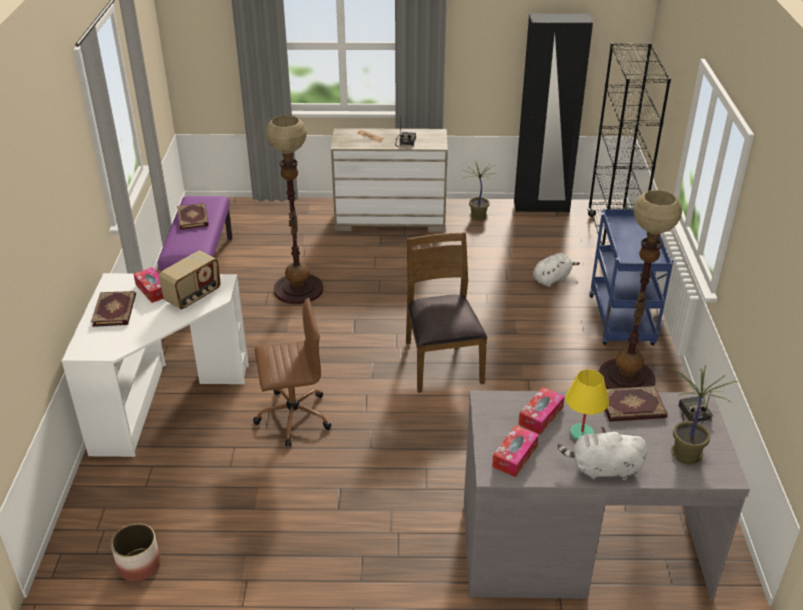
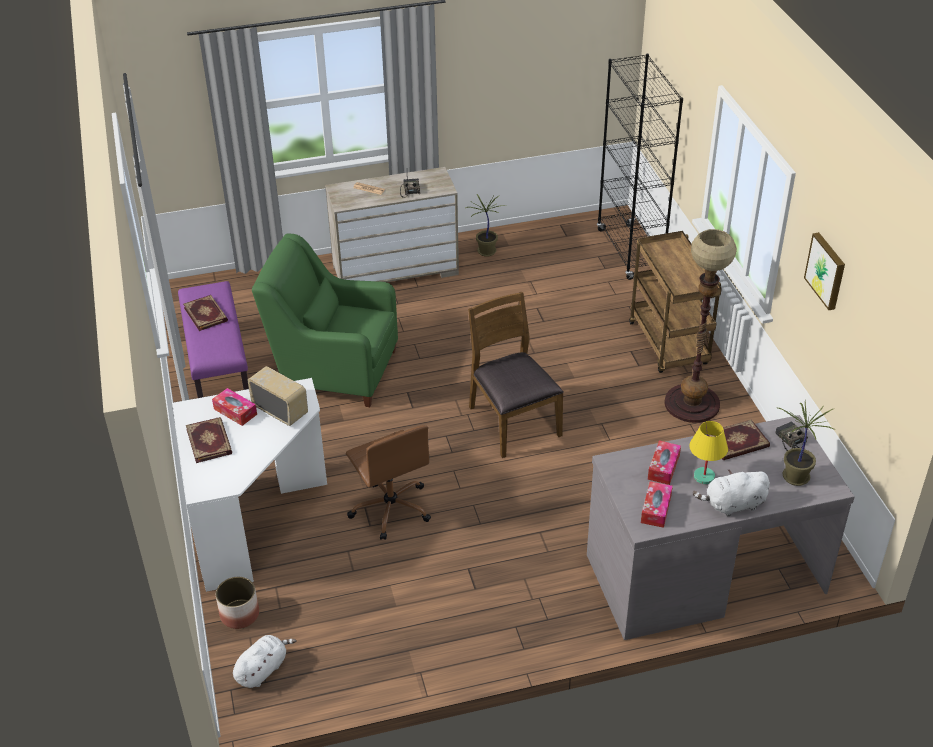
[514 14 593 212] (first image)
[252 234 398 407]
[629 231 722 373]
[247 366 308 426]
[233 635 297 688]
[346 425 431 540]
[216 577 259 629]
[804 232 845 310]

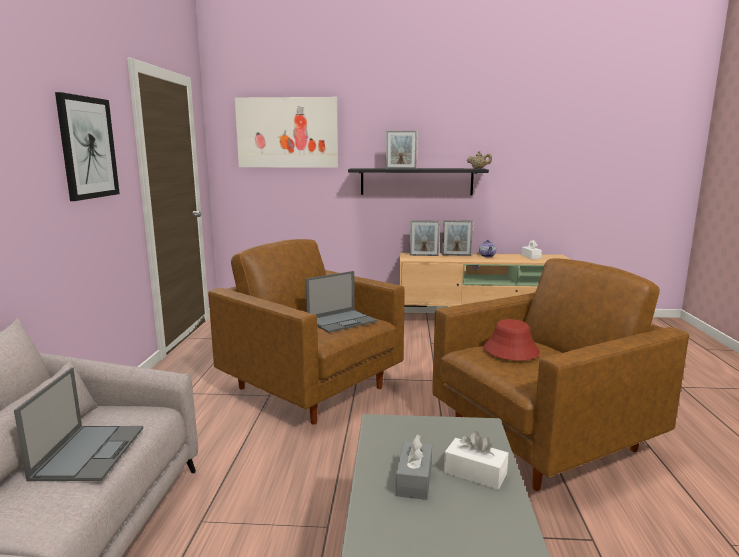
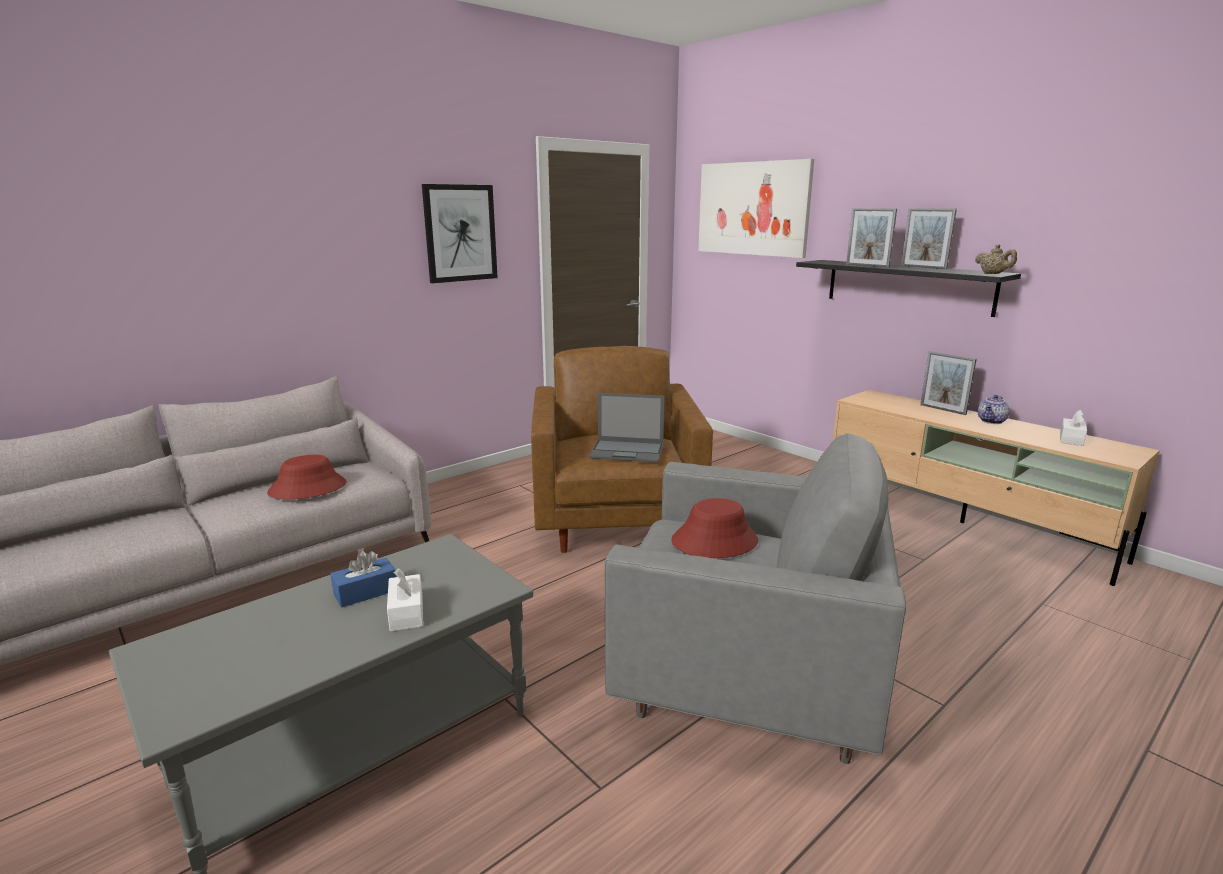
[901 208 957 270]
[605 433 906 764]
[267 455 347 499]
[331 551 396 608]

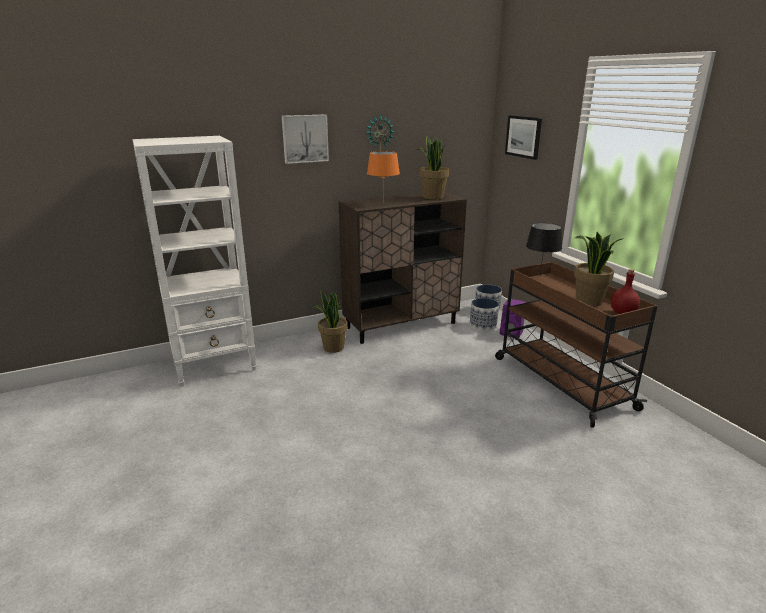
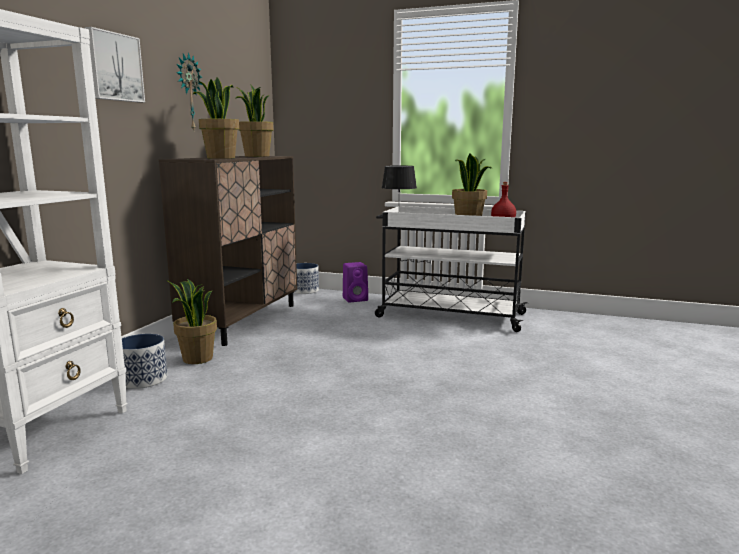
[505 115 542 160] (first image)
[193 77 239 159]
[375 206 528 332]
[122 334 167 389]

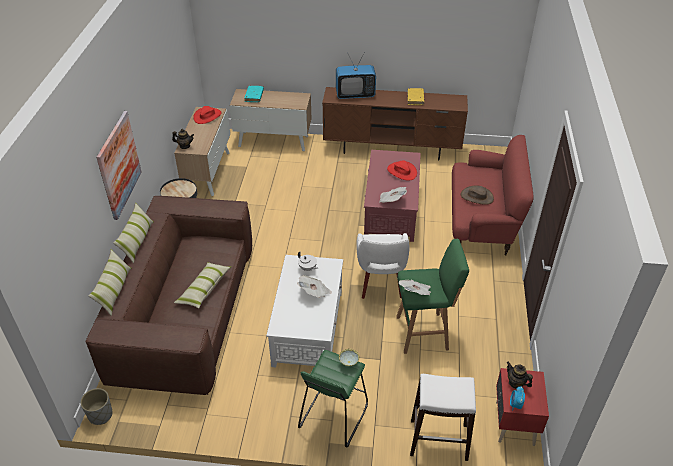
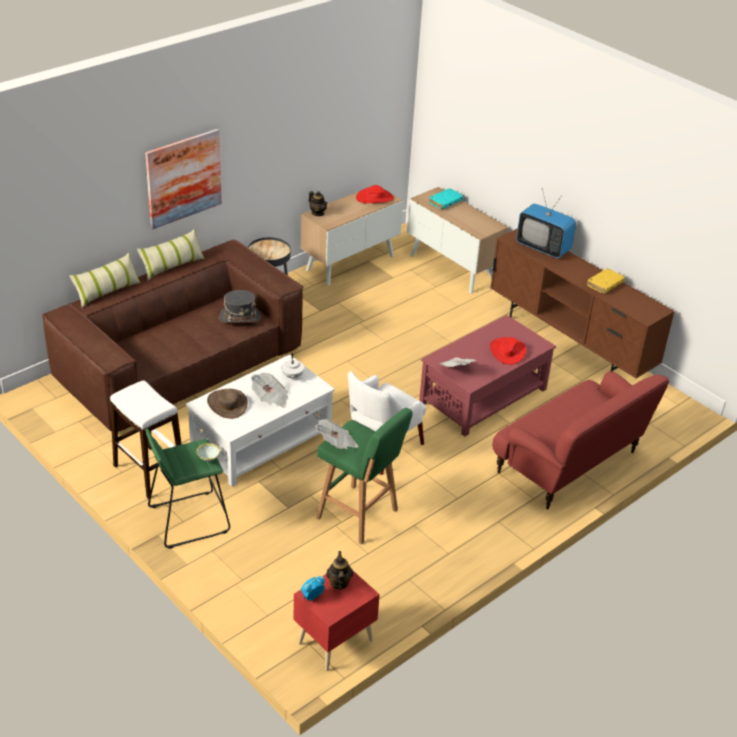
[207 389 248 419]
[174 262 231 308] (first image)
[110 380 182 499]
[80 388 113 425] (first image)
[219 290 261 323]

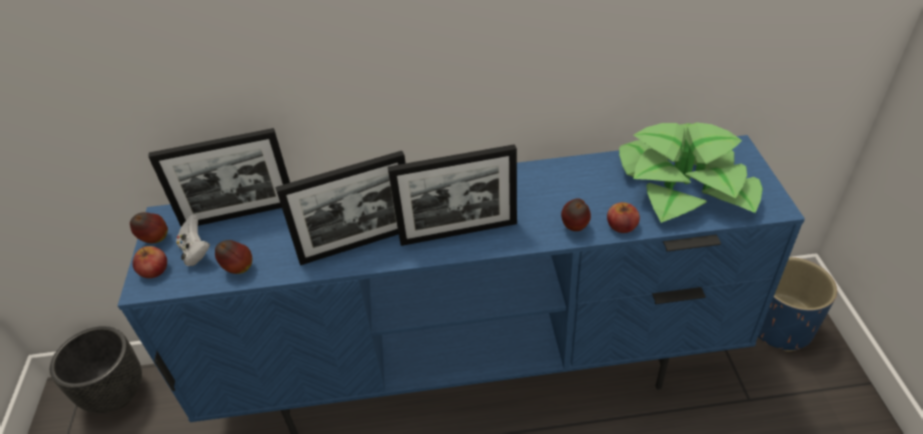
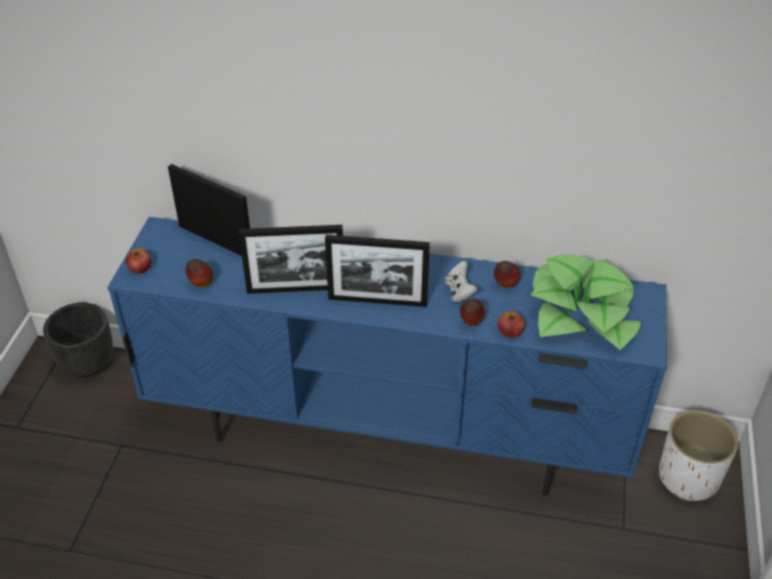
[168 164 250 256]
[494 261 520 288]
[445 261 477 302]
[659 410 738 501]

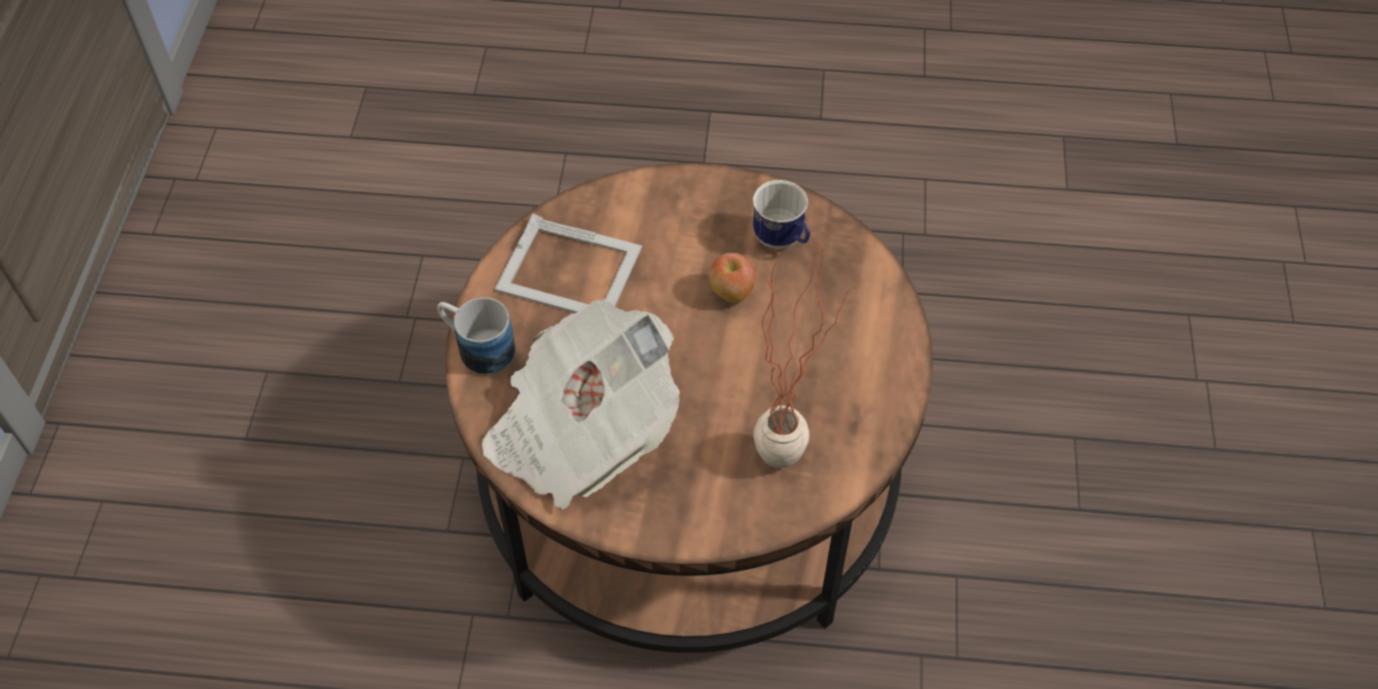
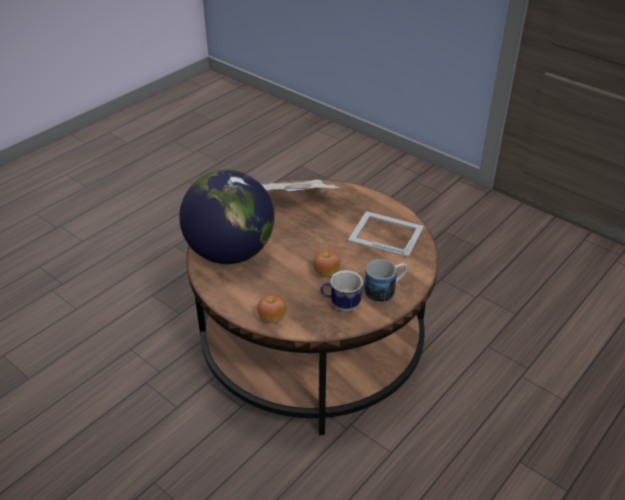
[348 211 424 257]
[179 170 274 264]
[364 259 407 302]
[257 294 286 324]

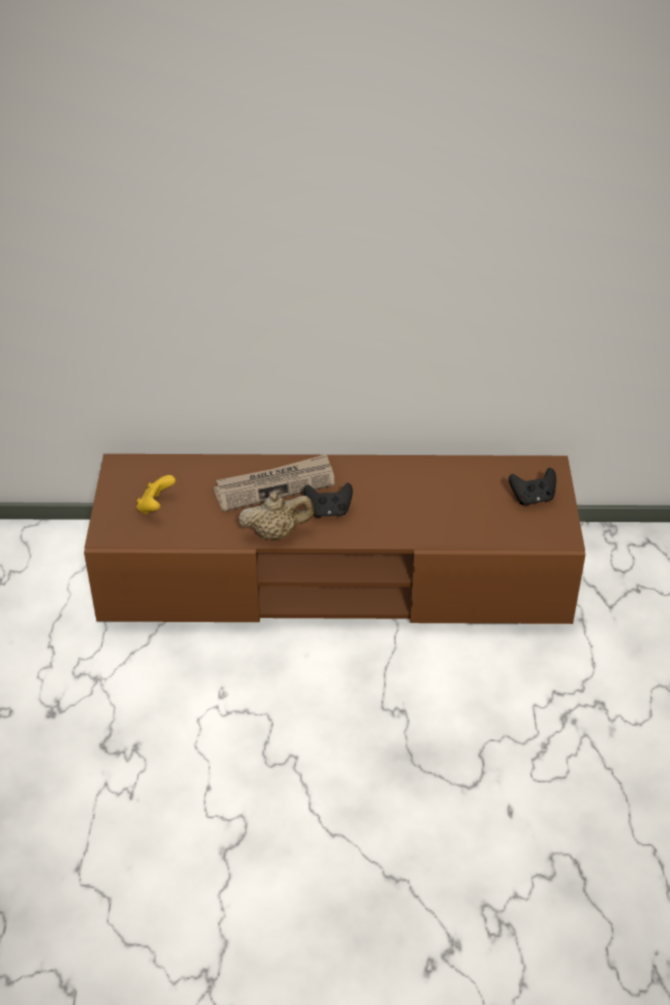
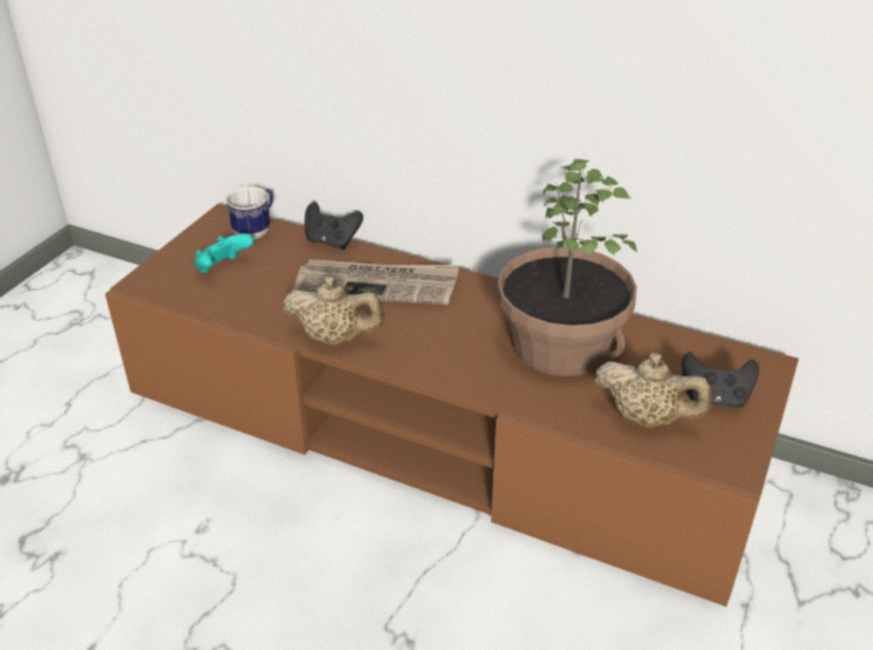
[194 233 254 273]
[305 202 363 250]
[497 159 638 377]
[226 187 273 240]
[595 353 712 428]

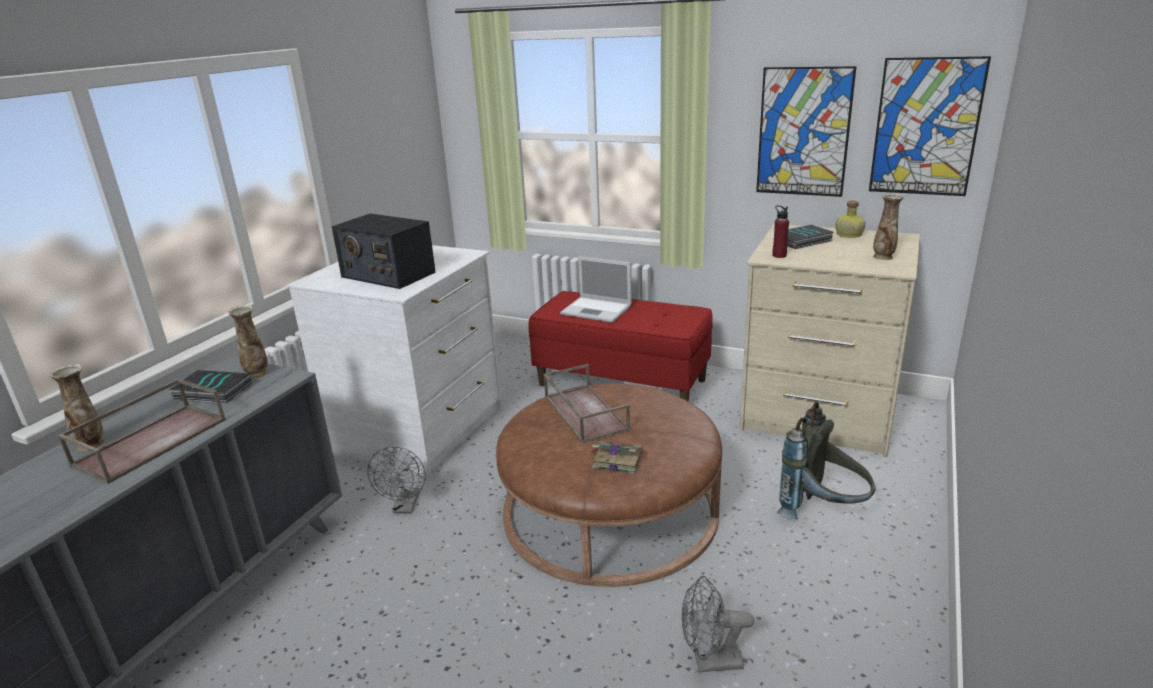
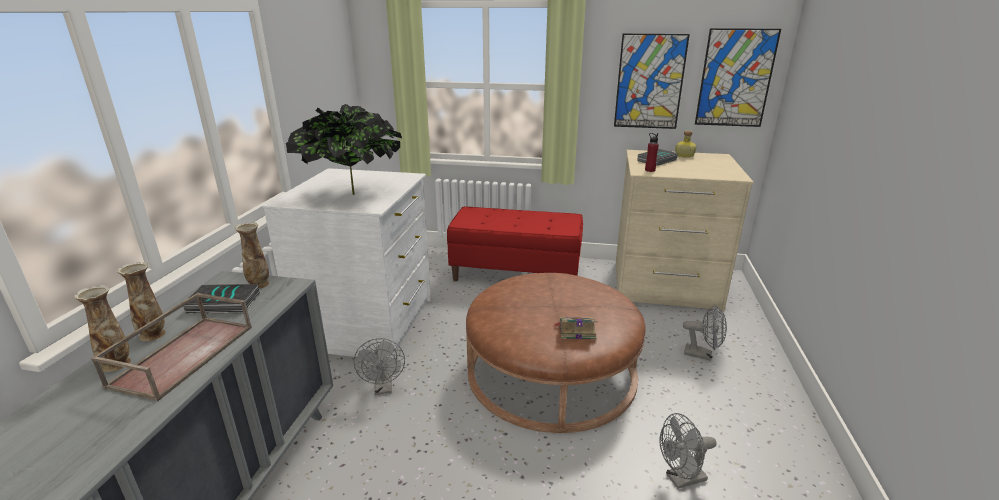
[117 262 166 341]
[286 104 402 195]
[560 256 632 323] (first image)
[544 364 630 443] (first image)
[683 305 727 361]

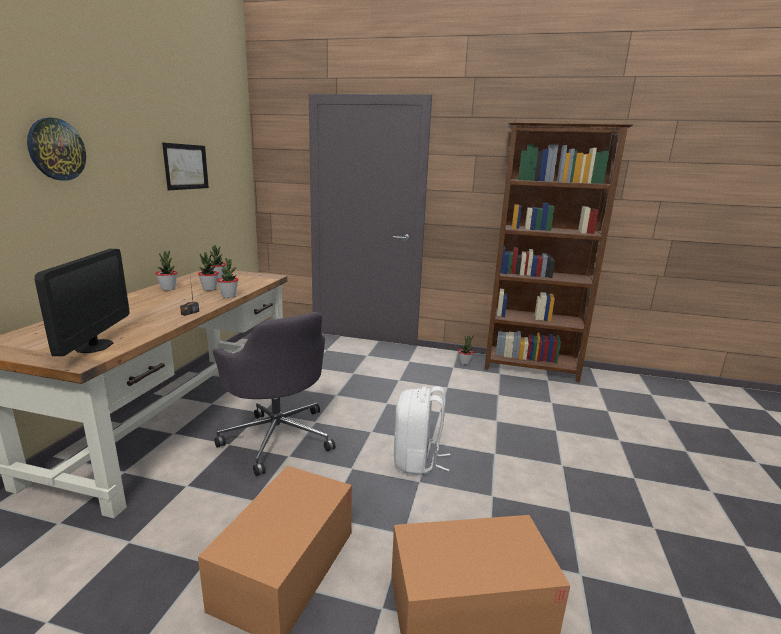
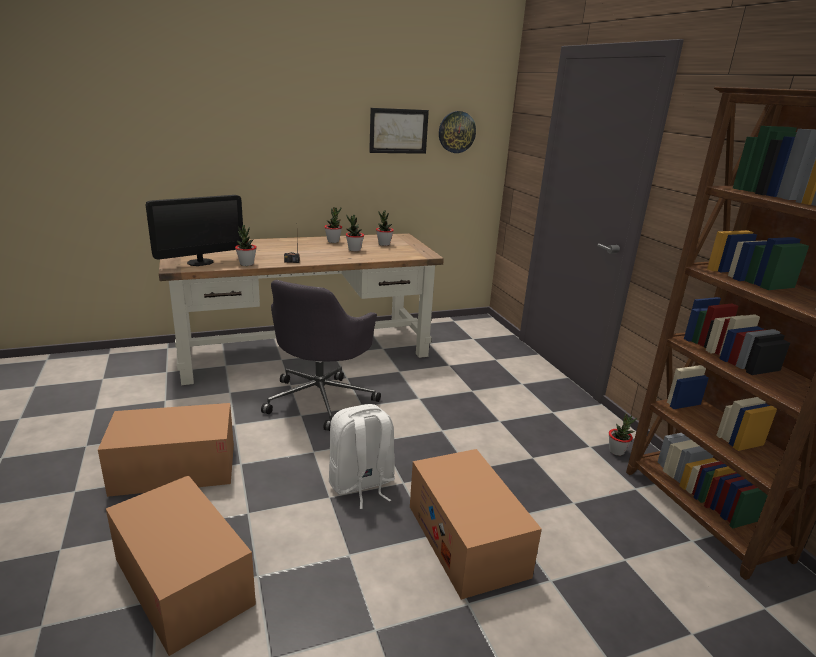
[439 111 476 153]
[235 225 257 266]
[410 449 542 600]

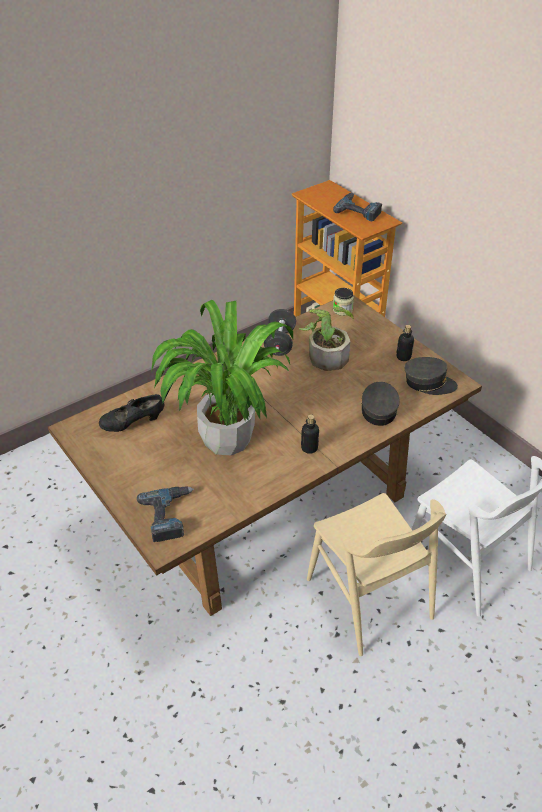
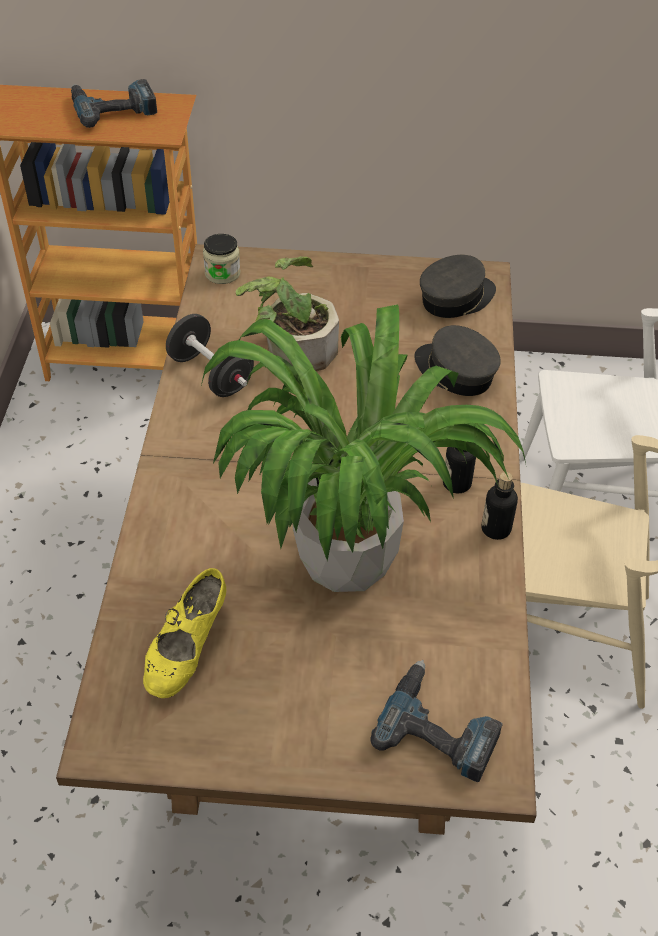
[481 472 518 540]
[143 568 226 698]

